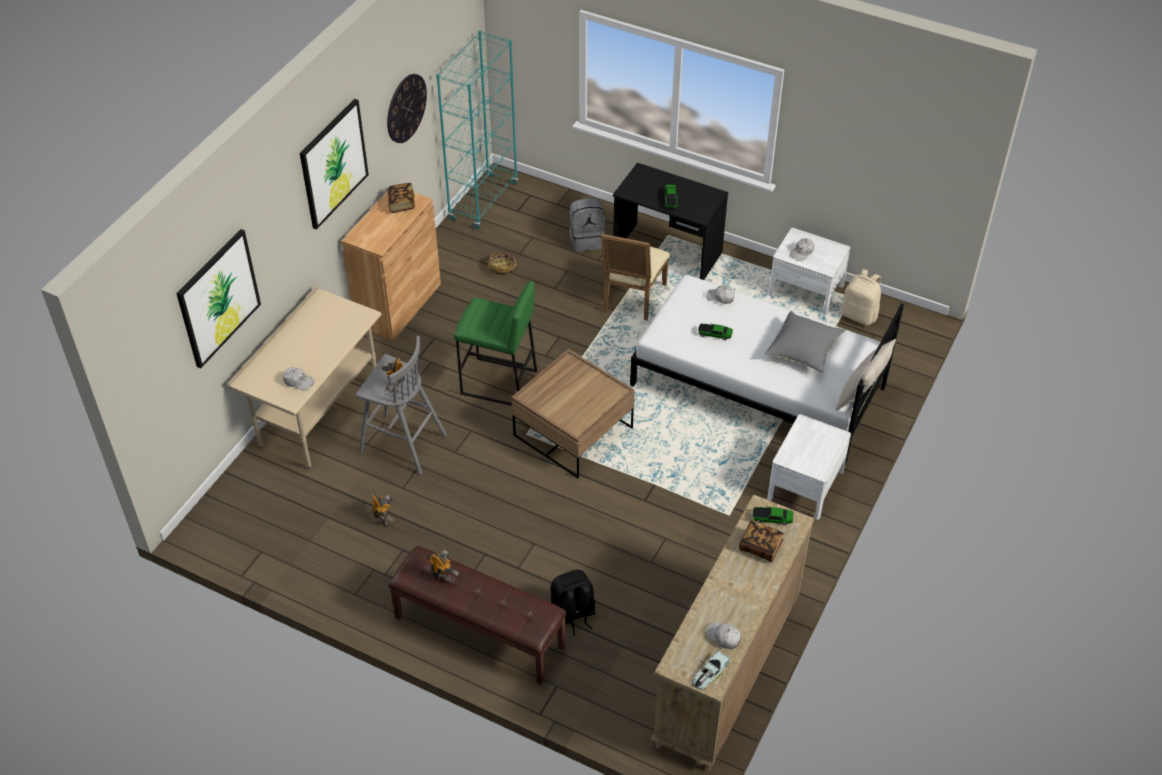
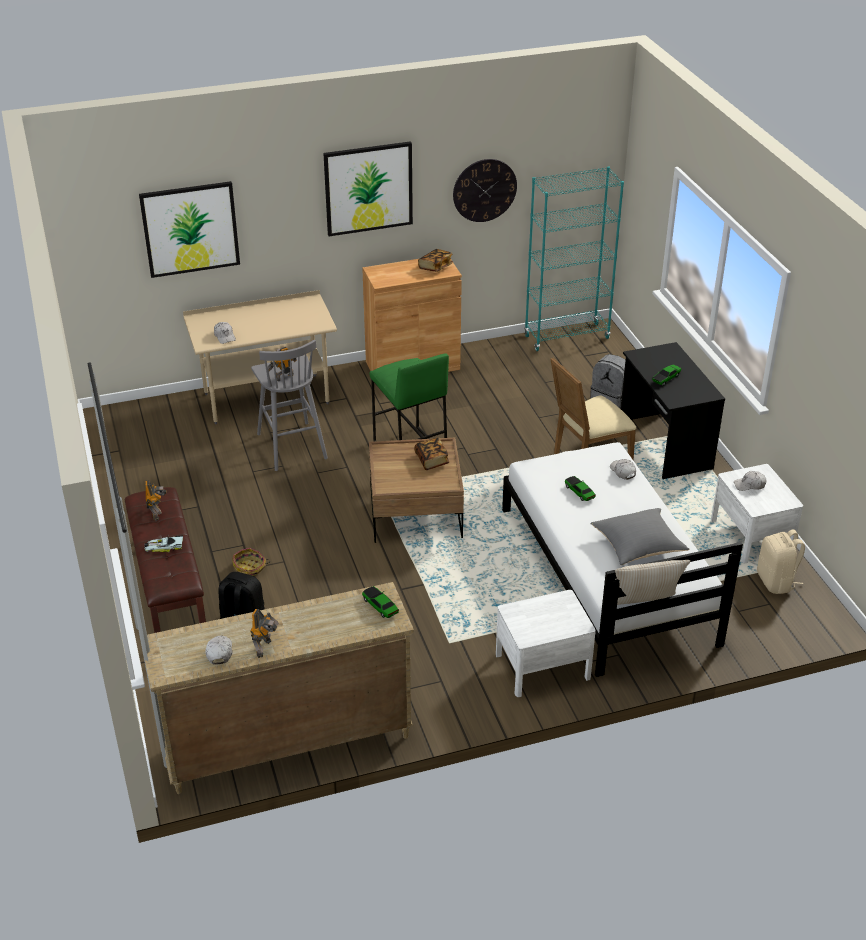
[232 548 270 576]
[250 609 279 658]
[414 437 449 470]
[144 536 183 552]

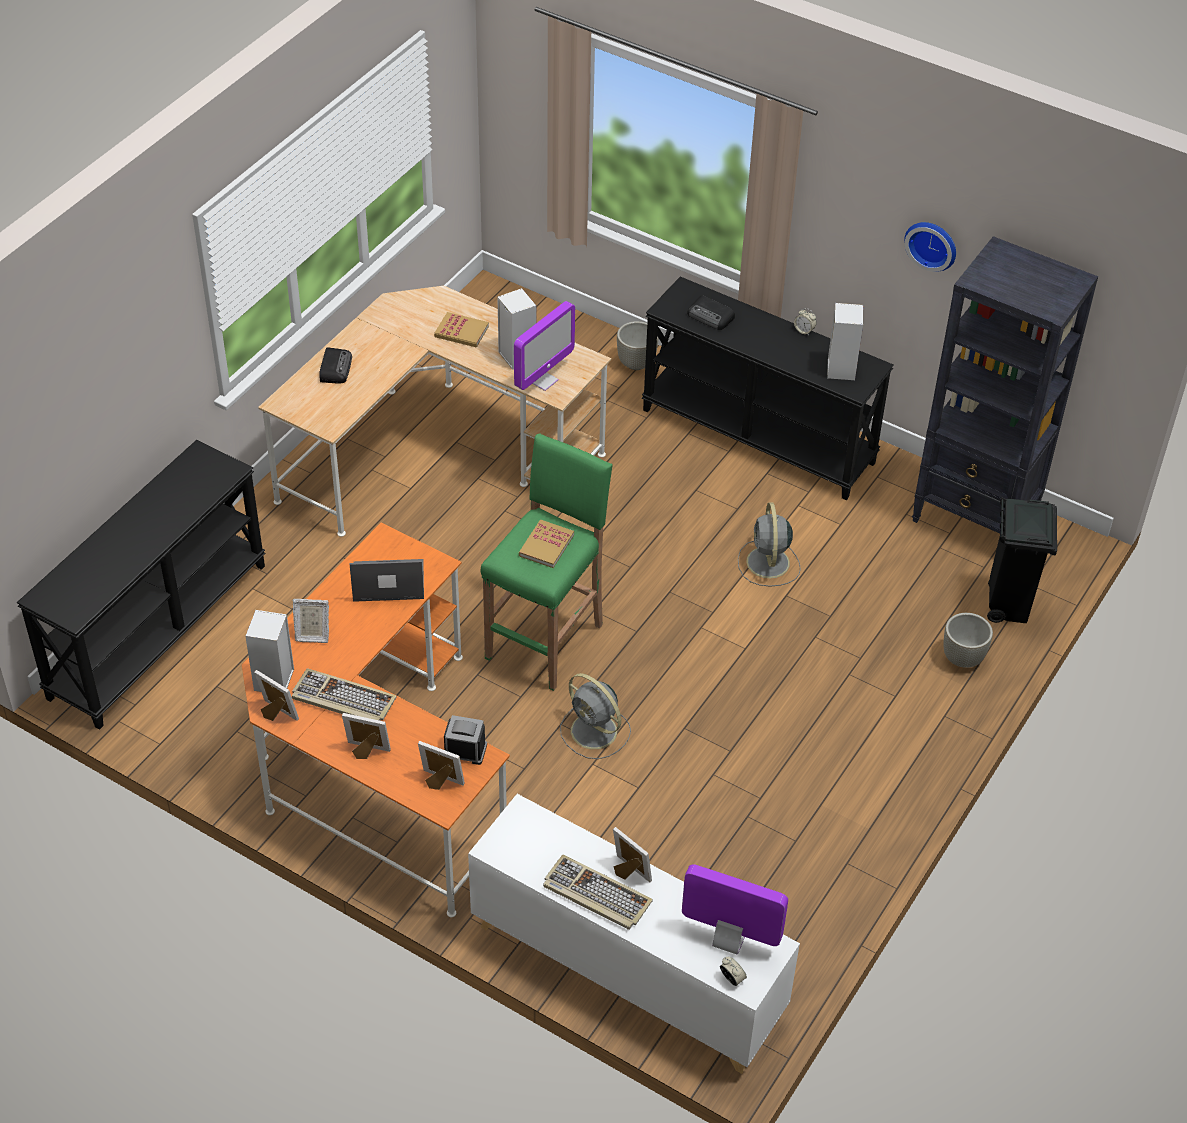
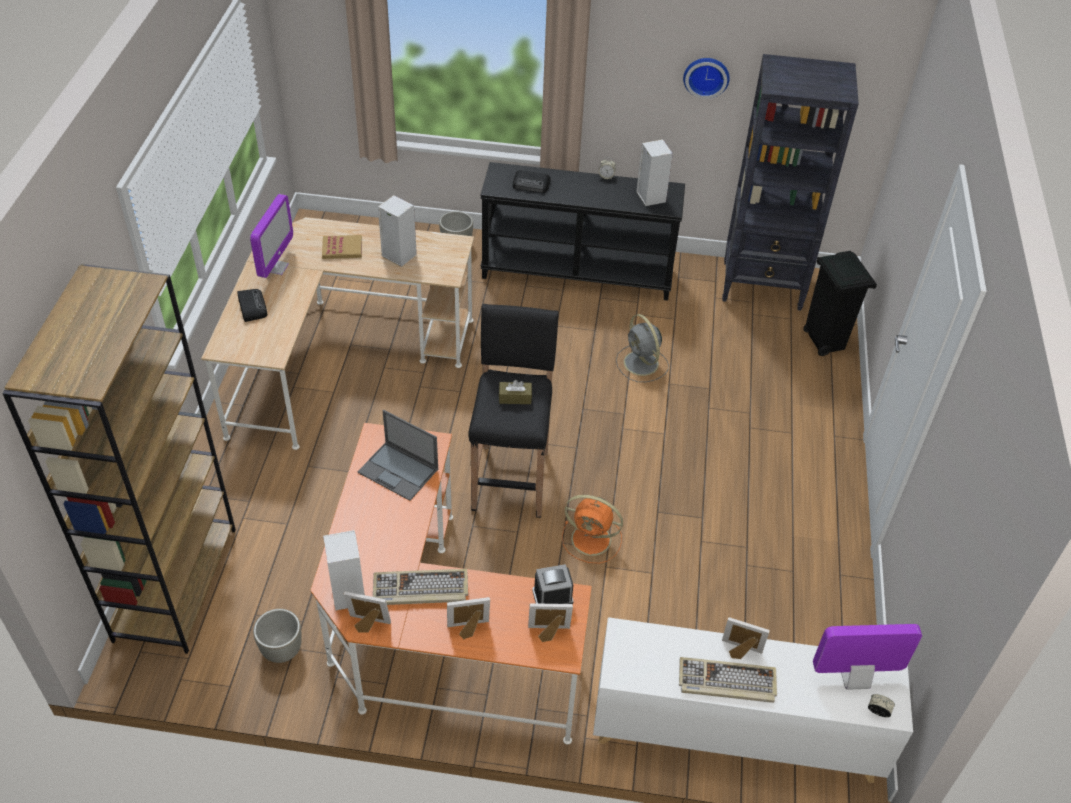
[250 194 293 278]
[468 304 559 518]
[2 264 236 654]
[499 380 532 404]
[358 410 438 501]
[293 599 329 643] (first image)
[253 609 302 663]
[562 495 623 564]

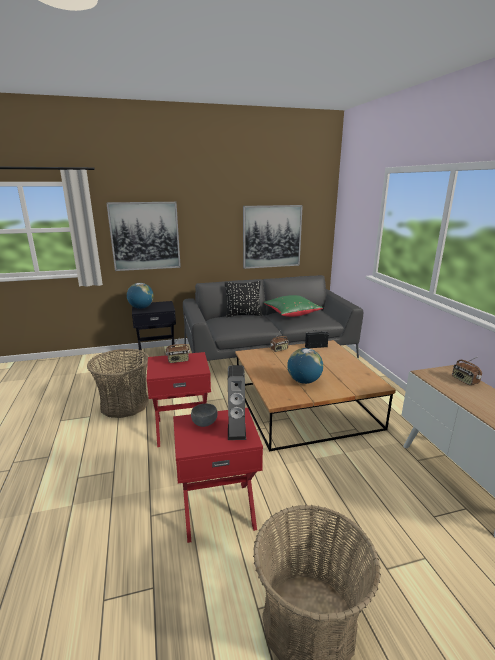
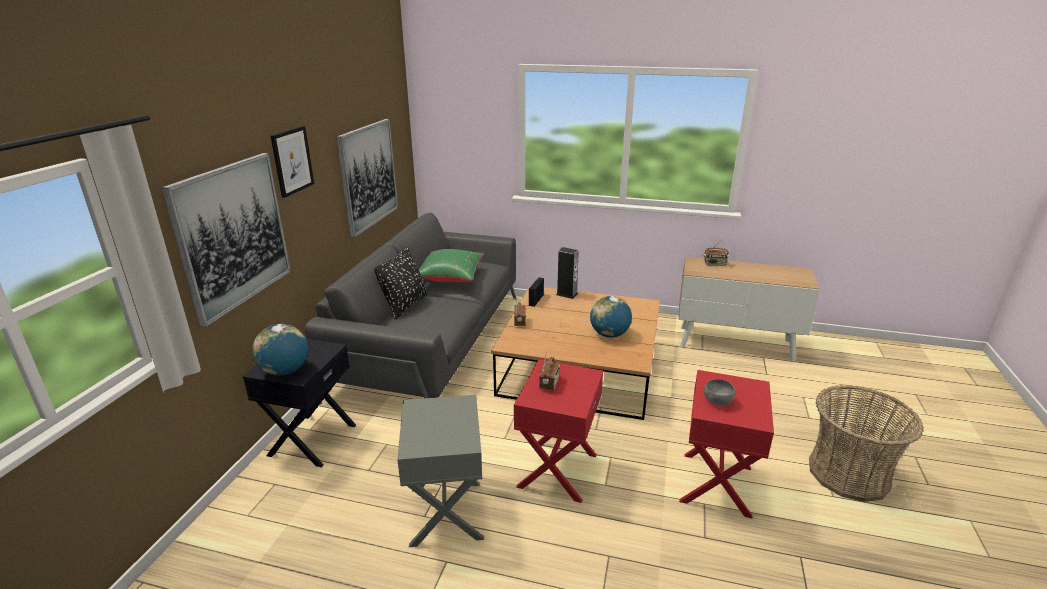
[397 395 484 547]
[556 247 579 299]
[271 126 314 198]

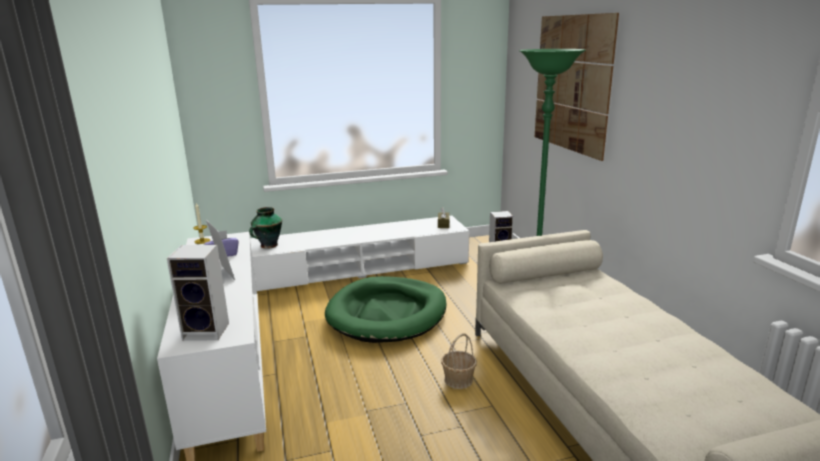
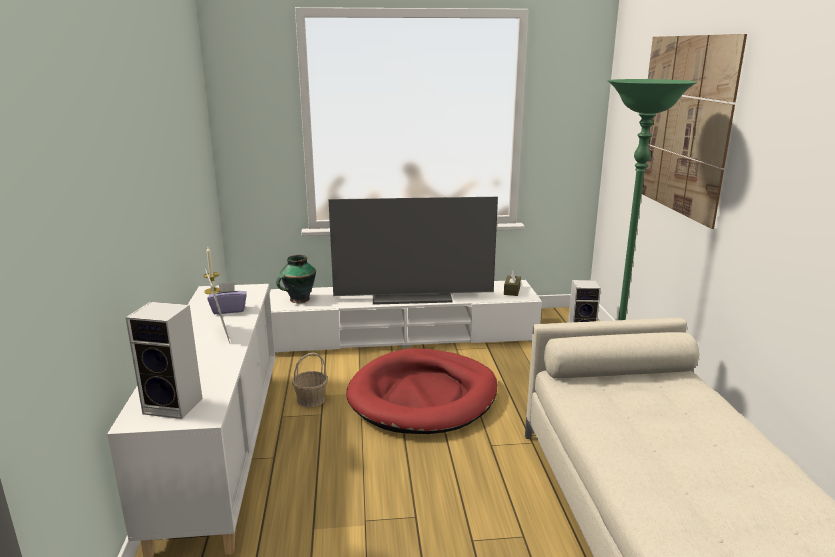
[346 348 498 434]
[292 353 328 407]
[329 197 498 305]

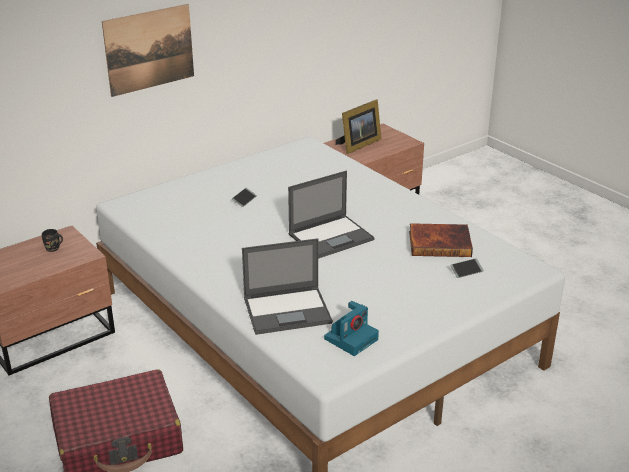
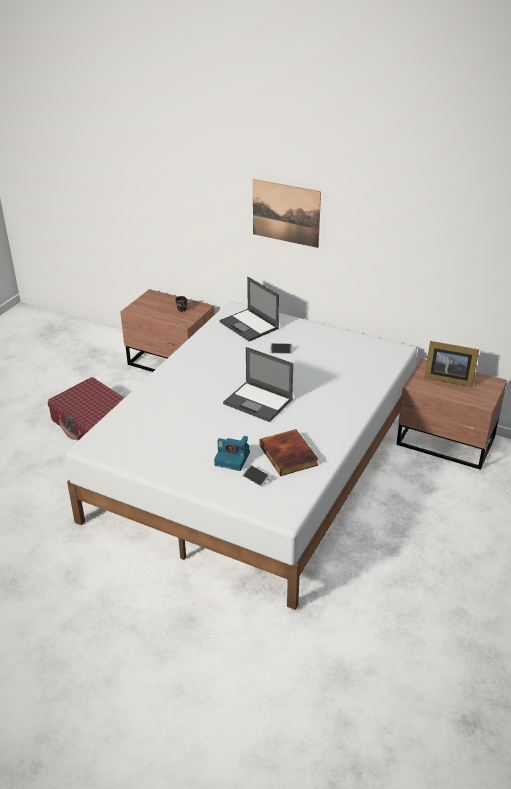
[219 277 279 341]
[214 436 250 471]

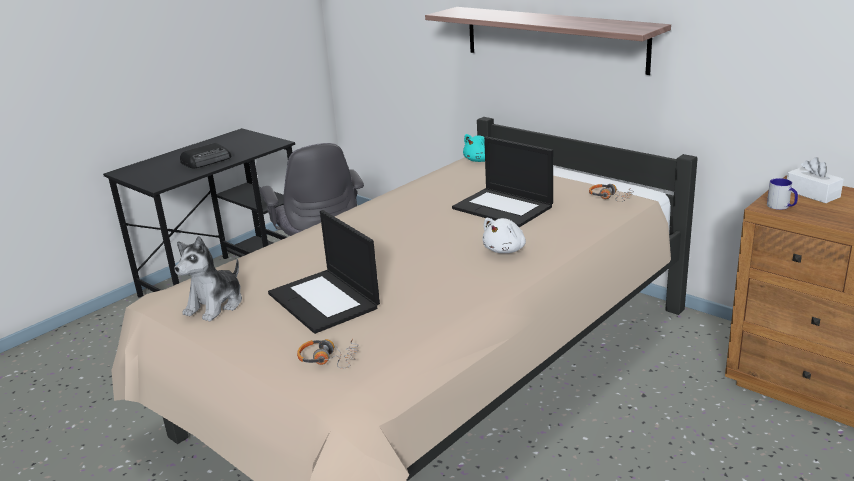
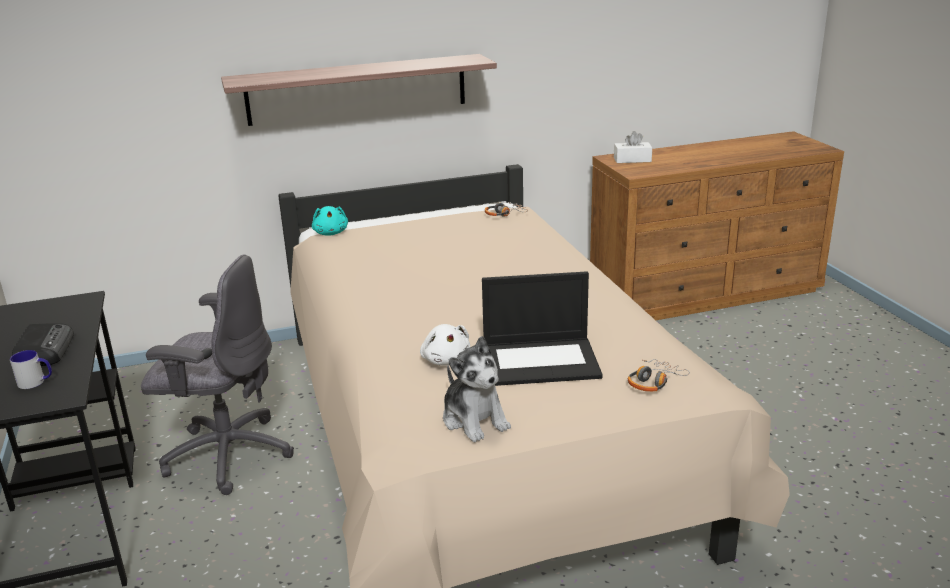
[452 136 553 227] (first image)
[10 350 52 389]
[420 324 470 366]

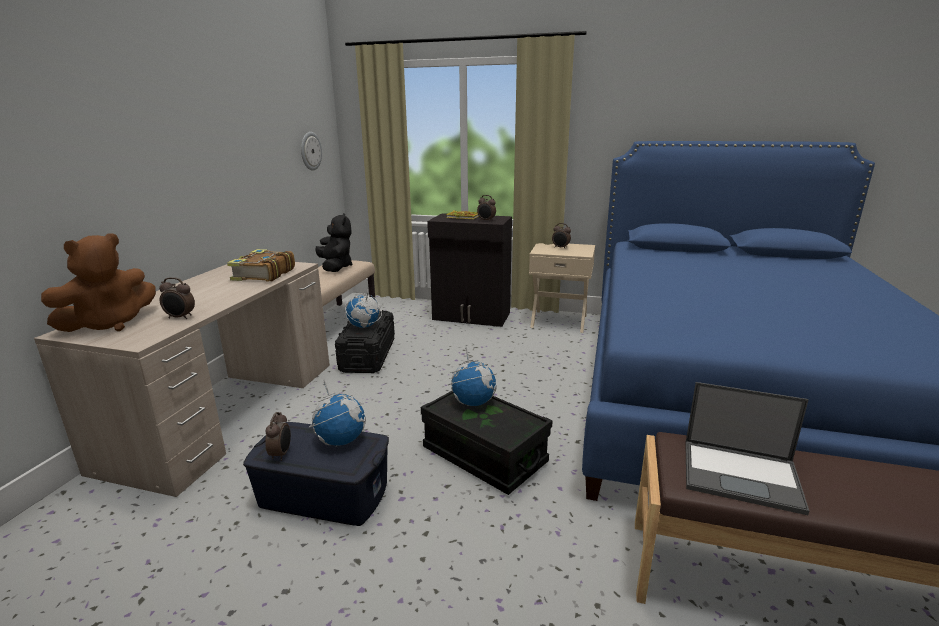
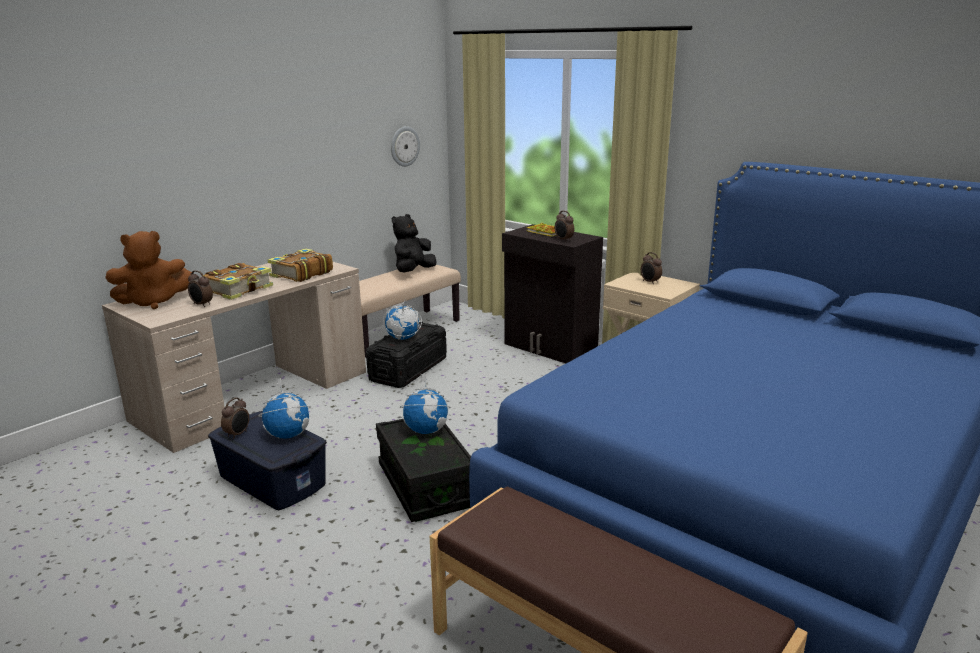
[392 214 436 272]
[685 382 809 515] (first image)
[204 263 273 300]

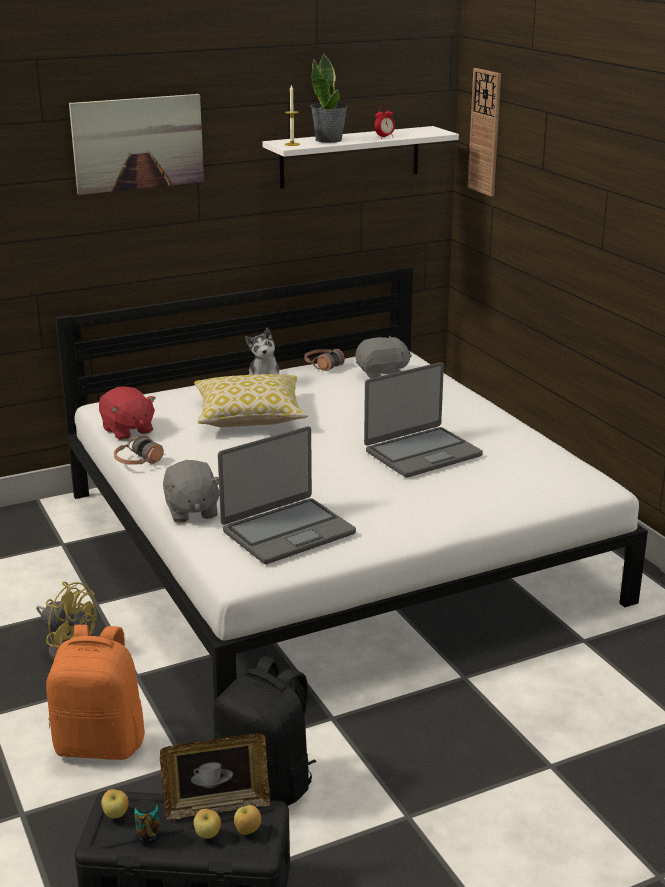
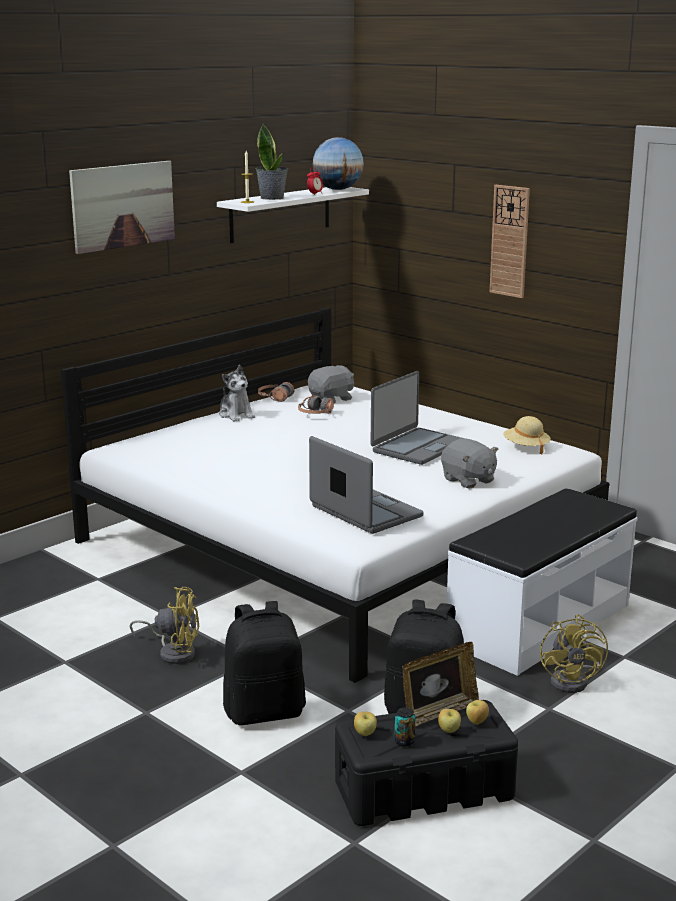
[490 185 530 298]
[194 374 308 427] (first image)
[99 386 156 440] (first image)
[309 436 424 534]
[298 395 334 414]
[441 438 498 489]
[223 601 306 725]
[313 137 364 190]
[503 416 551 454]
[447 488 638 676]
[540 615 608 693]

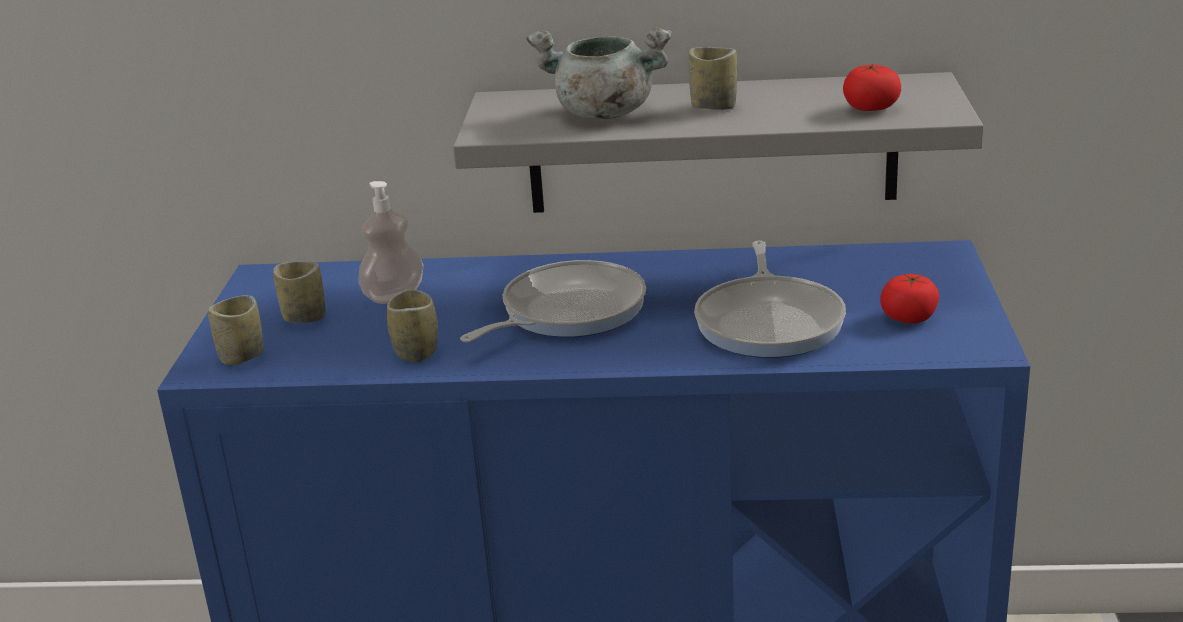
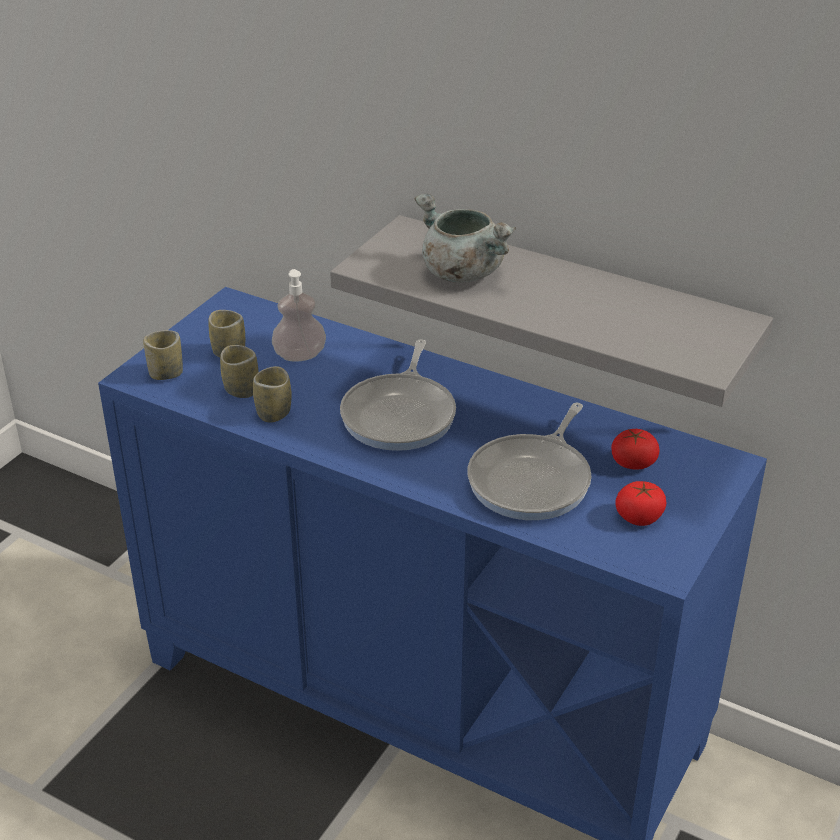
[220 345 258 398]
[611 428 659 470]
[340 339 456 451]

